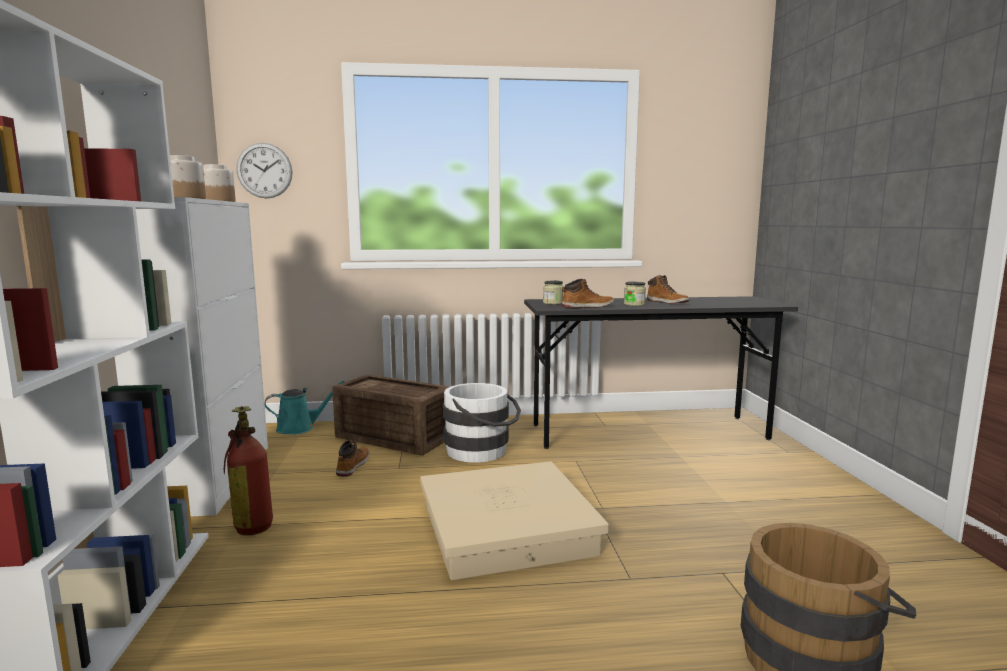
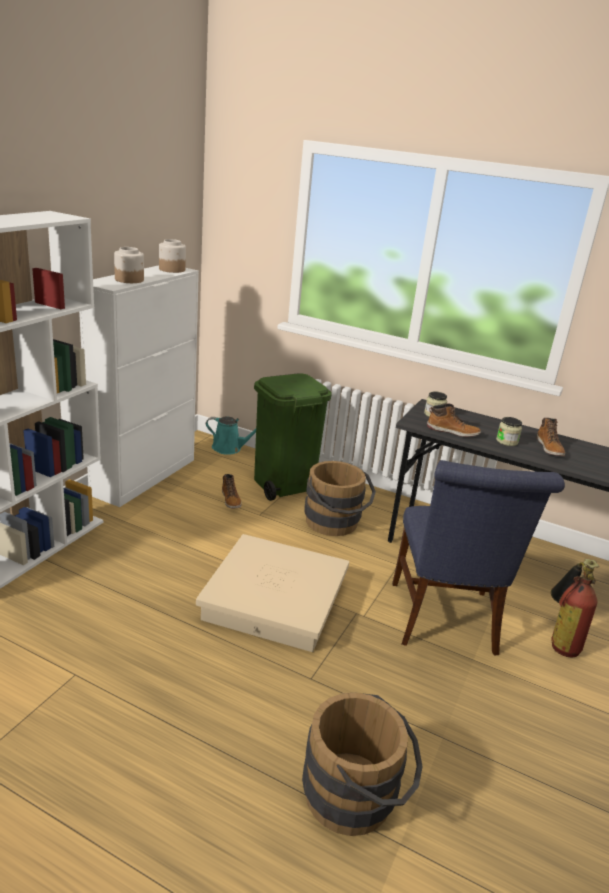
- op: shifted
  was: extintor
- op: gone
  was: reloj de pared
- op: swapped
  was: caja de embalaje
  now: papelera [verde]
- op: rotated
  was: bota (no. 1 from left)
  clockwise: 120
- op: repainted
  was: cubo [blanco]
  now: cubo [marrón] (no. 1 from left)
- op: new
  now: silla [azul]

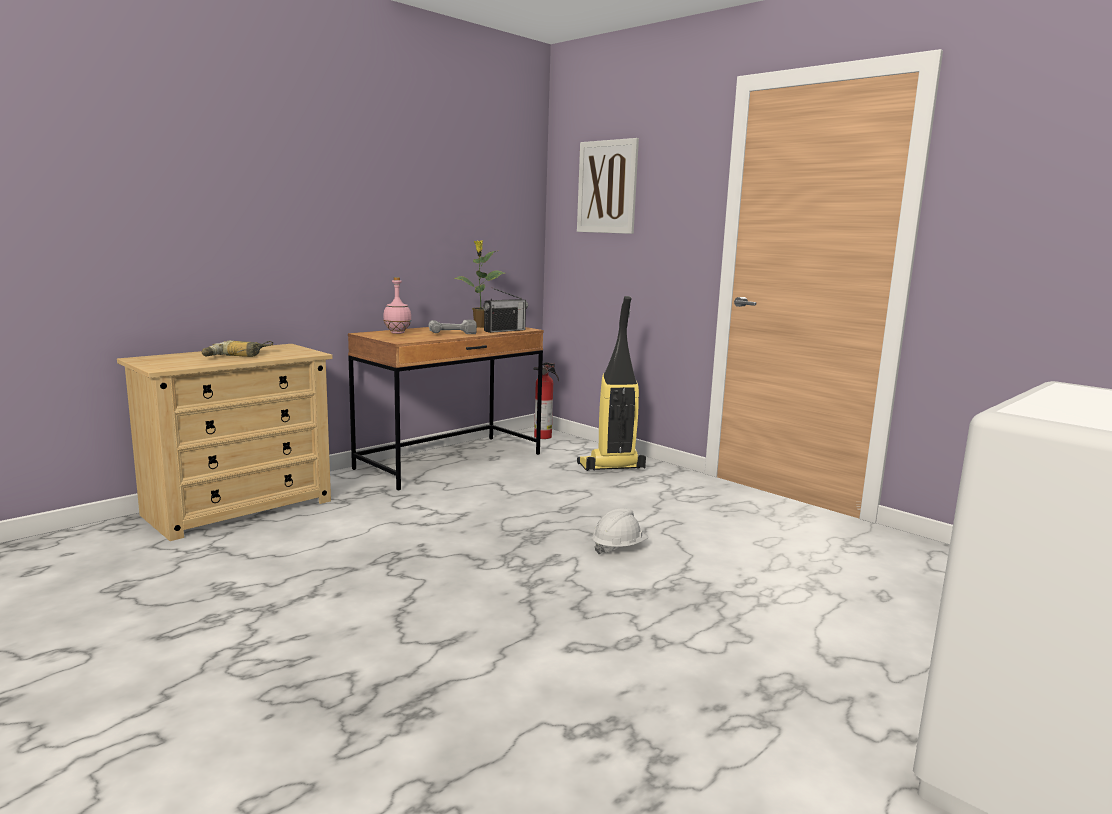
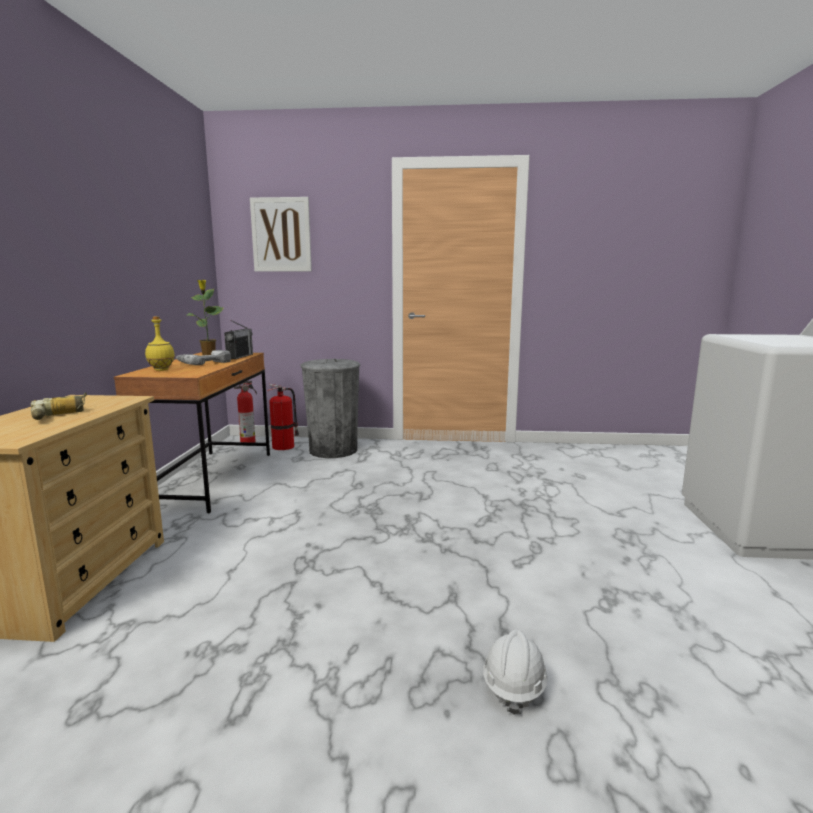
- op: repainted
  was: botella [rosa]
  now: botella [amarillo]
- op: swapped
  was: aspiradora
  now: papelera [gris]
- op: shifted
  was: casco [blanco]
- op: new
  now: extintor (no. 2 from left)

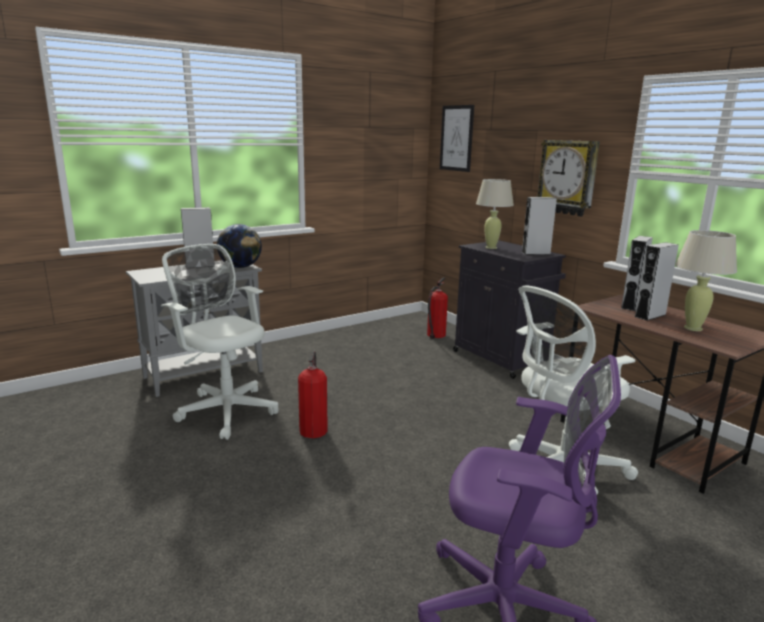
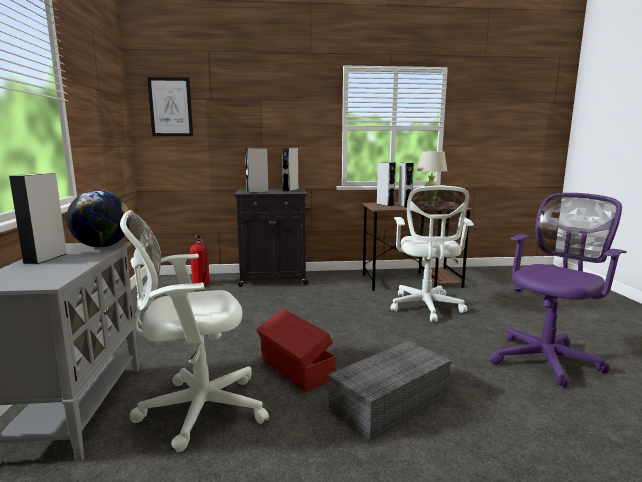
- op: swapped
  was: extintor (no. 1 from left)
  now: caja de almacenaje [rojo]
- op: swapped
  was: lámpara de mesa [beis] (no. 1 from left)
  now: altavoz [gris] (no. 2 from left)
- op: gone
  was: reloj de pared
- op: new
  now: caja de almacenaje [gris]

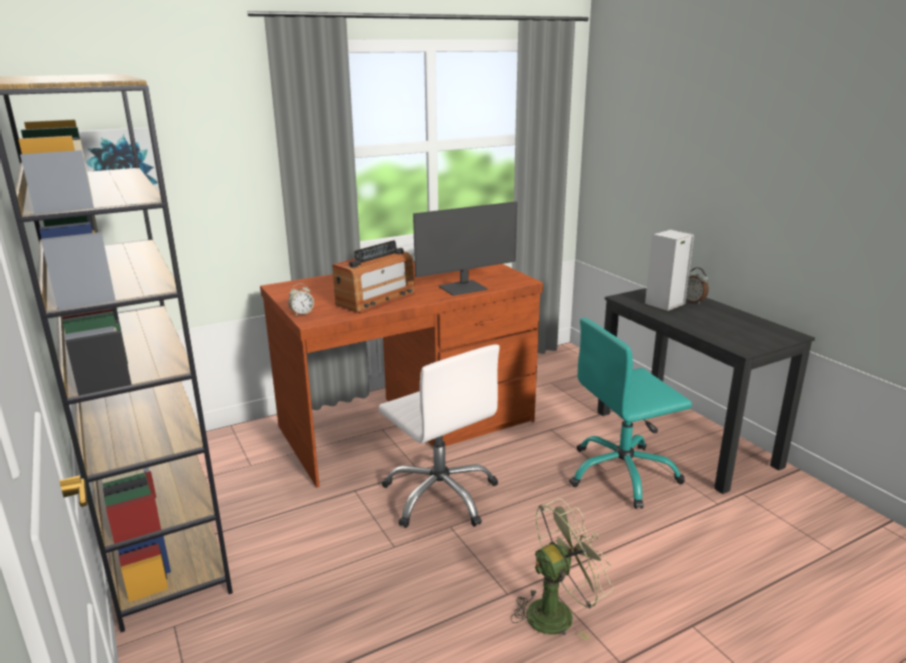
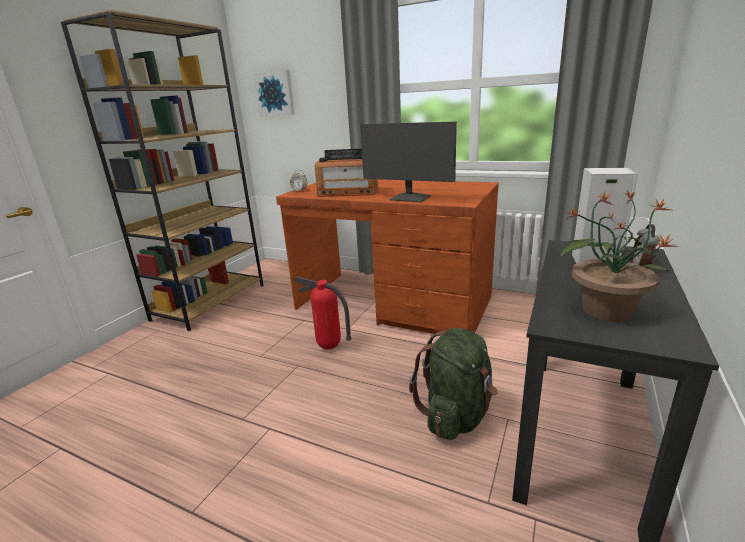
- op: swapped
  was: silla de oficina [blanco]
  now: extintor
- op: gone
  was: ventilador [verde]
- op: swapped
  was: silla de oficina [turquesa]
  now: mochila [verde]
- op: new
  now: planta en maceta

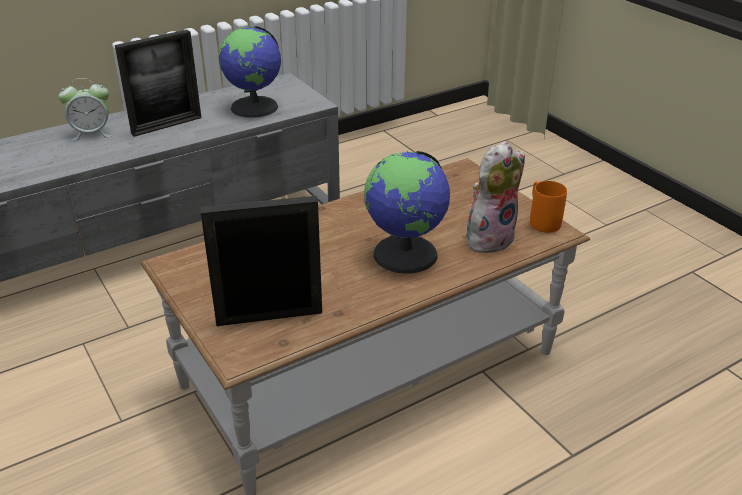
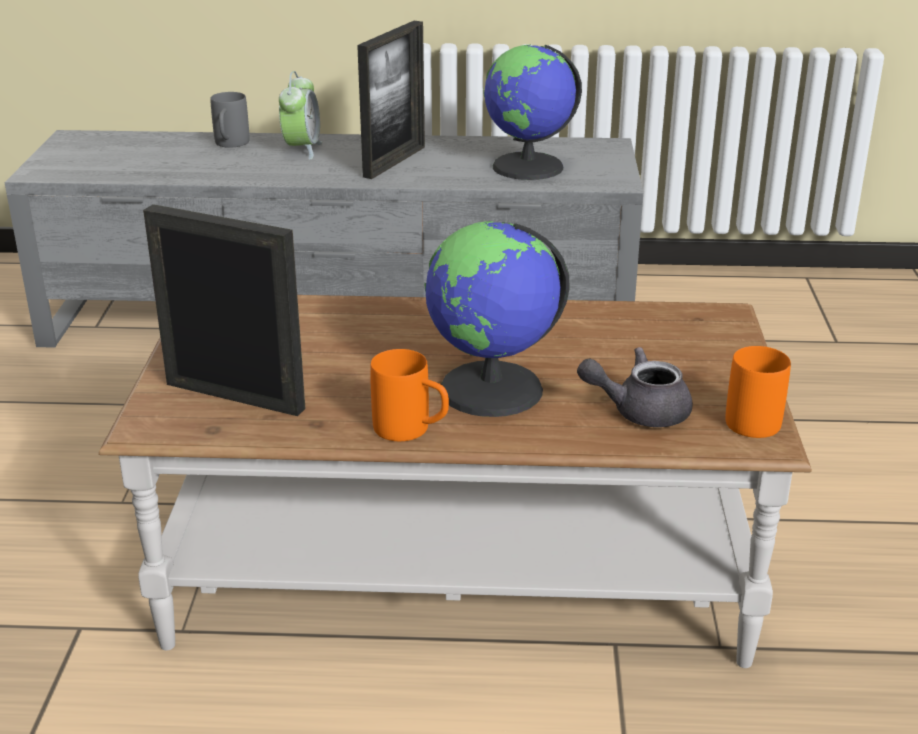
- op: rotated
  was: despertador
  clockwise: -105
- op: rotated
  was: portarretratos (no. 1 from left in the first image)
  clockwise: -60
- op: swapped
  was: peluche
  now: tetera [gris]
- op: new
  now: taza grande [gris]
- op: new
  now: taza grande [naranja] (no. 1 from left)

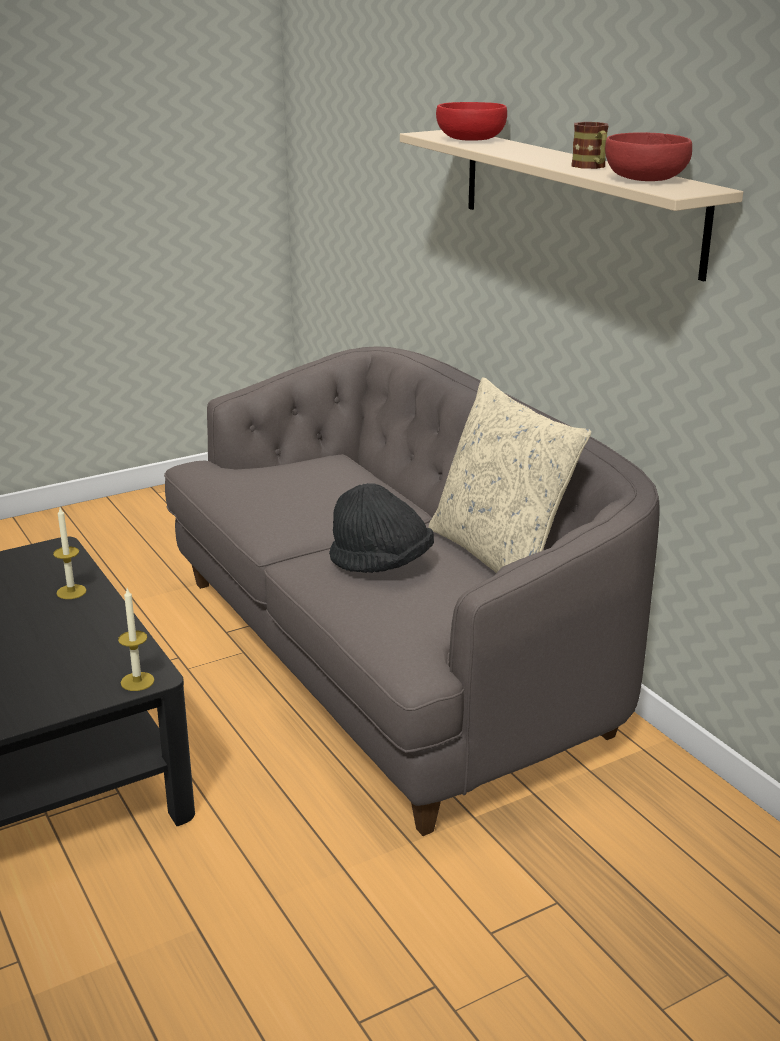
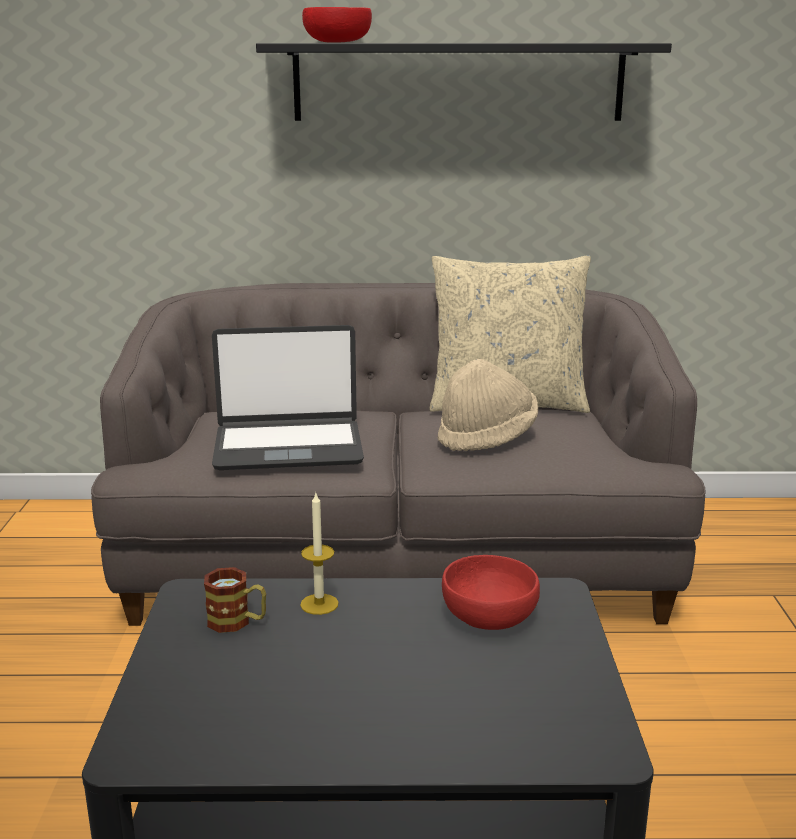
- op: gone
  was: vela (no. 2 from left)
- op: repainted
  was: sombrero [negro]
  now: sombrero [beis]
- op: repainted
  was: estante [beis]
  now: estante [negro]
- op: shifted
  was: taza grande
- op: shifted
  was: cuenco [rojo] (no. 2 from left)
- op: new
  now: portátil

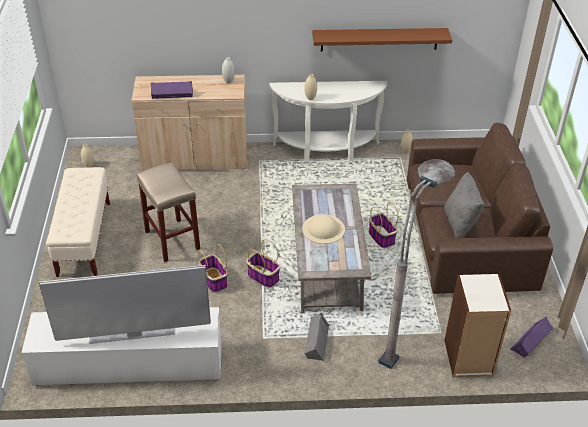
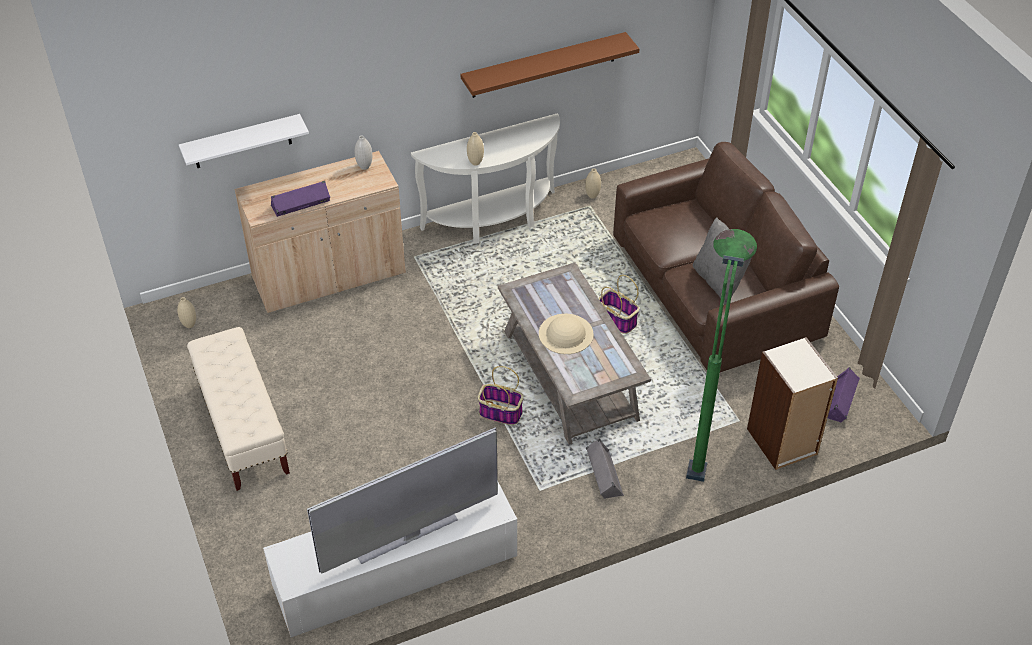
- op: gone
  was: taburete [beis]
- op: gone
  was: cesta (no. 1 from left)
- op: repainted
  was: lámpara de pie [gris]
  now: lámpara de pie [verde]
- op: new
  now: estante [blanco]

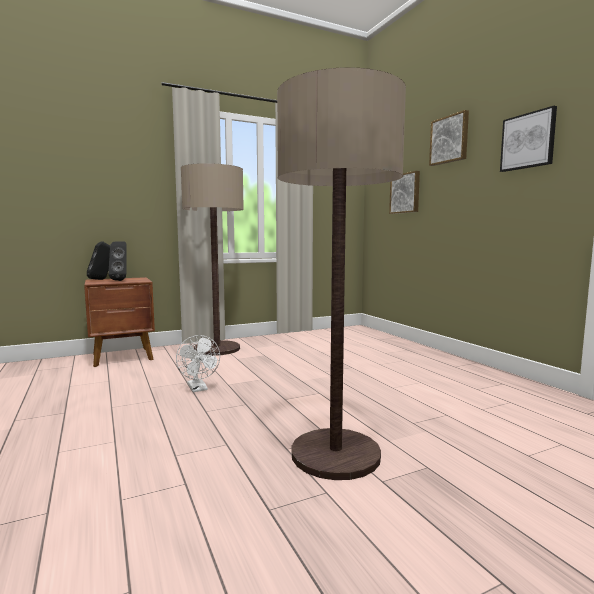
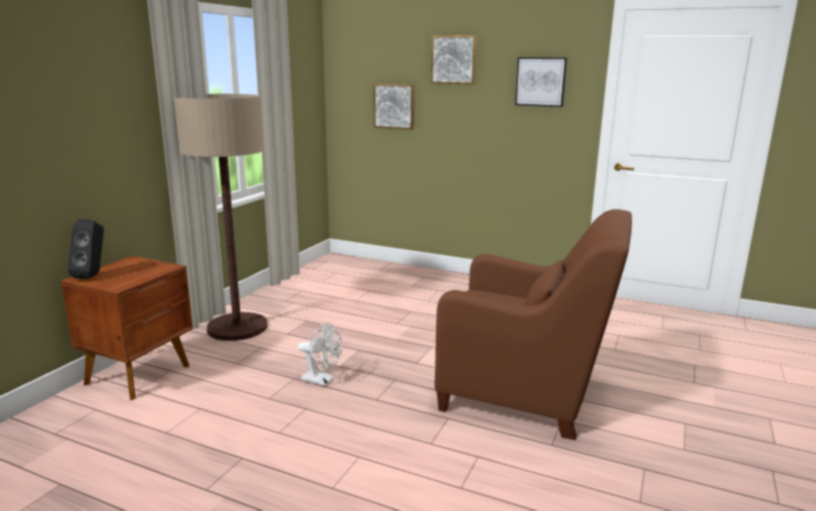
- op: gone
  was: altavoz [negro] (no. 2 from left)
- op: swapped
  was: lámpara de pie (no. 2 from left)
  now: sillón [marrón]

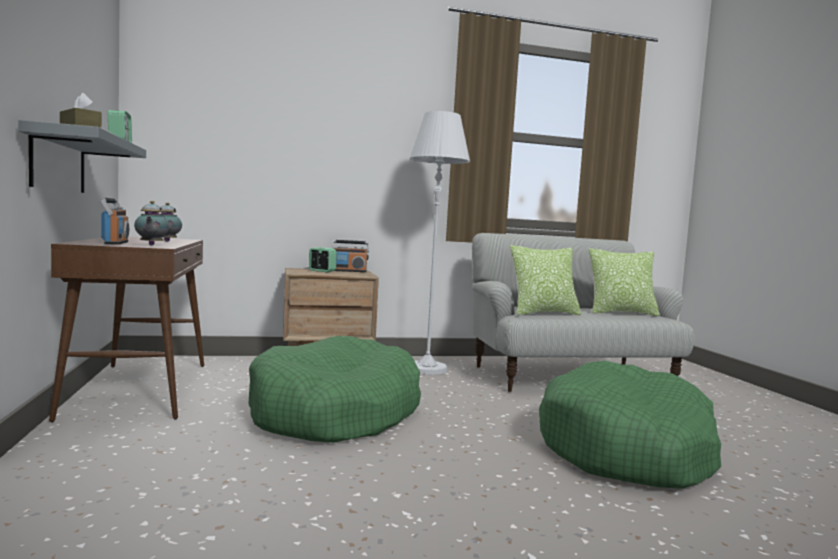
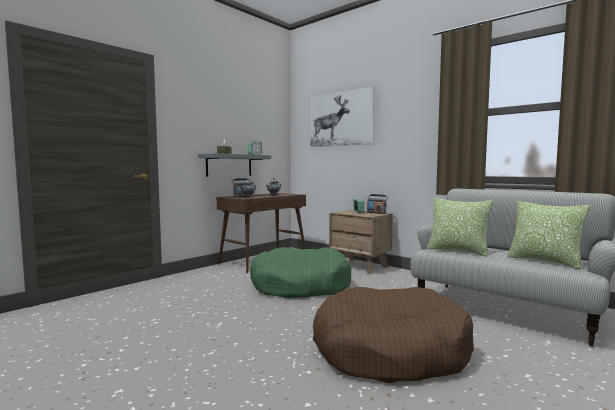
- op: gone
  was: lámpara de pie [blanco]
- op: repainted
  was: cama para perro [verde] (no. 2 from left)
  now: cama para perro [marrón]
- op: new
  now: cuadro

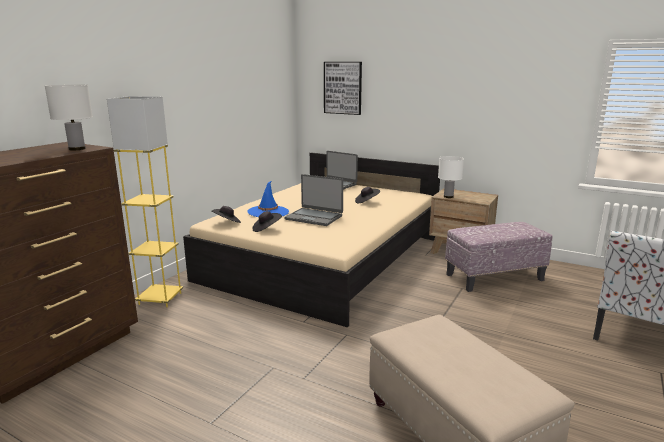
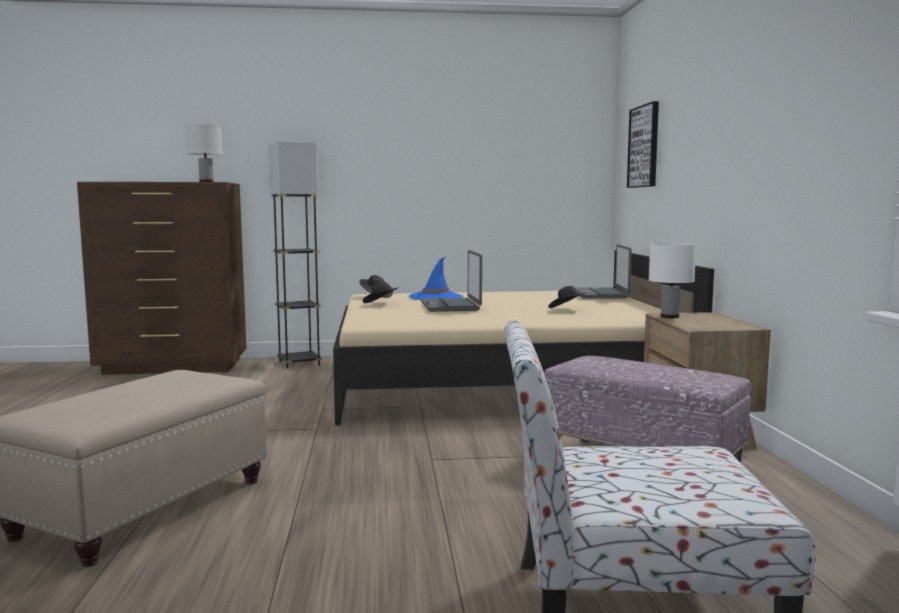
- op: repainted
  was: lámpara de pie [amarillo]
  now: lámpara de pie [negro]

